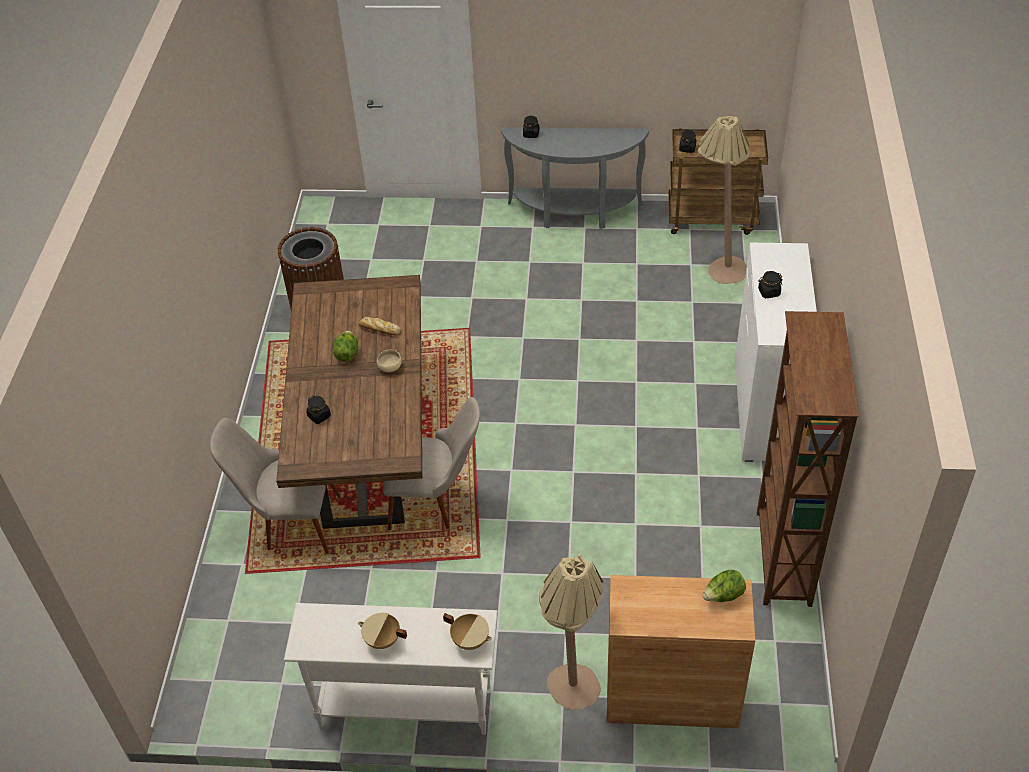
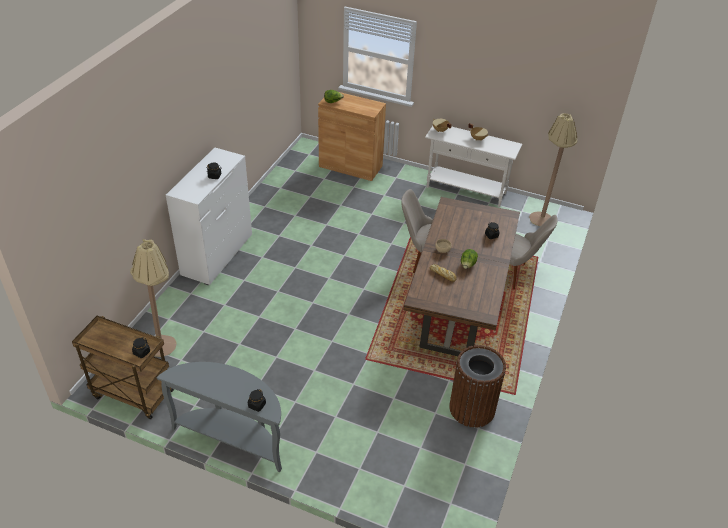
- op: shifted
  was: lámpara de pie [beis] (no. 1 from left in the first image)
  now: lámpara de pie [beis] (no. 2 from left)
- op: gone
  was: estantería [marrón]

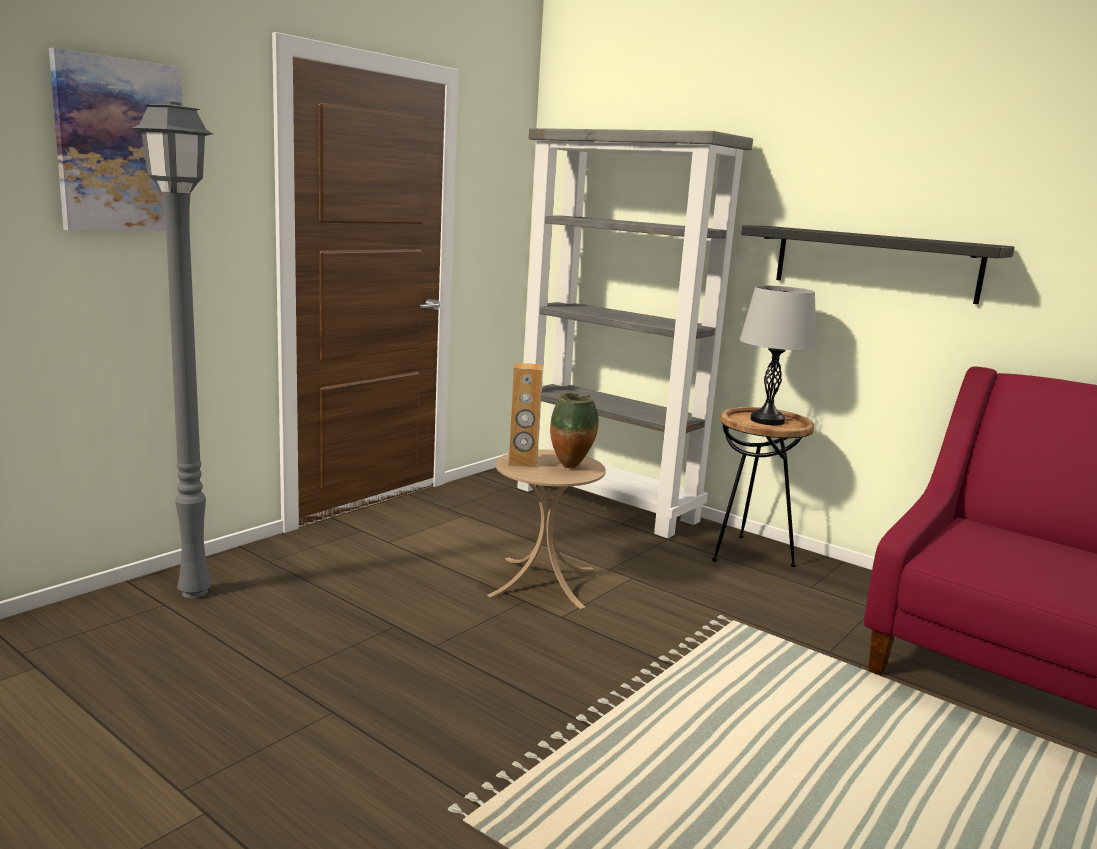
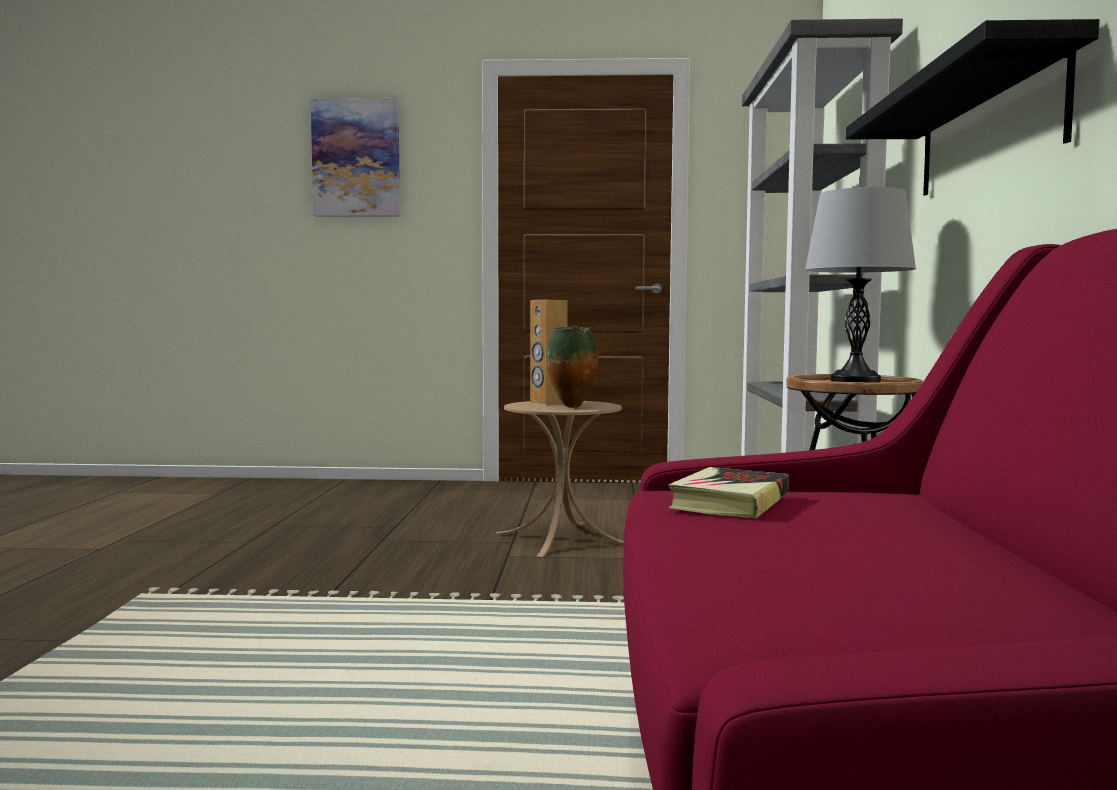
- op: gone
  was: lámpara de pie [gris]
- op: new
  now: libro

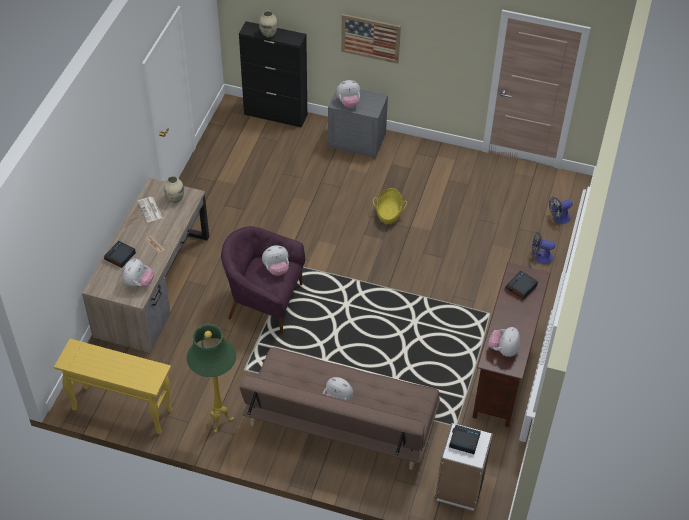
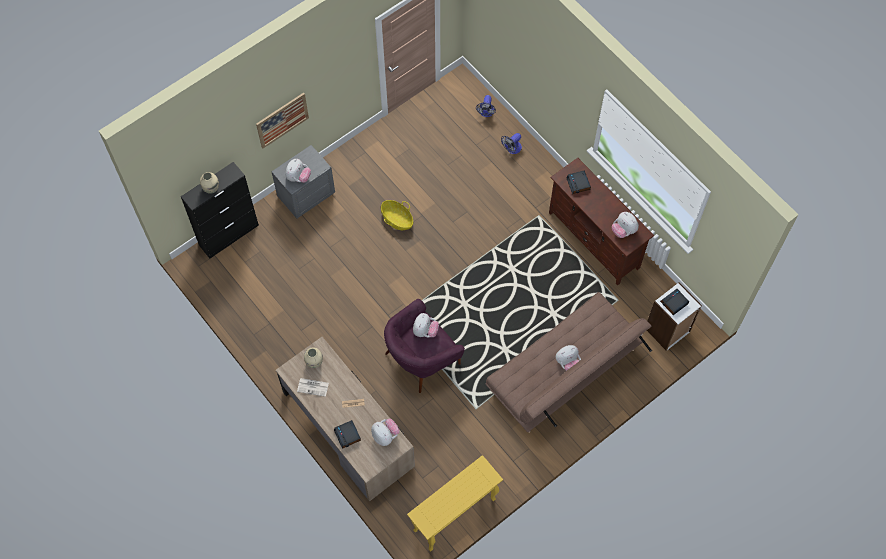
- op: gone
  was: lámpara de pie [verde]

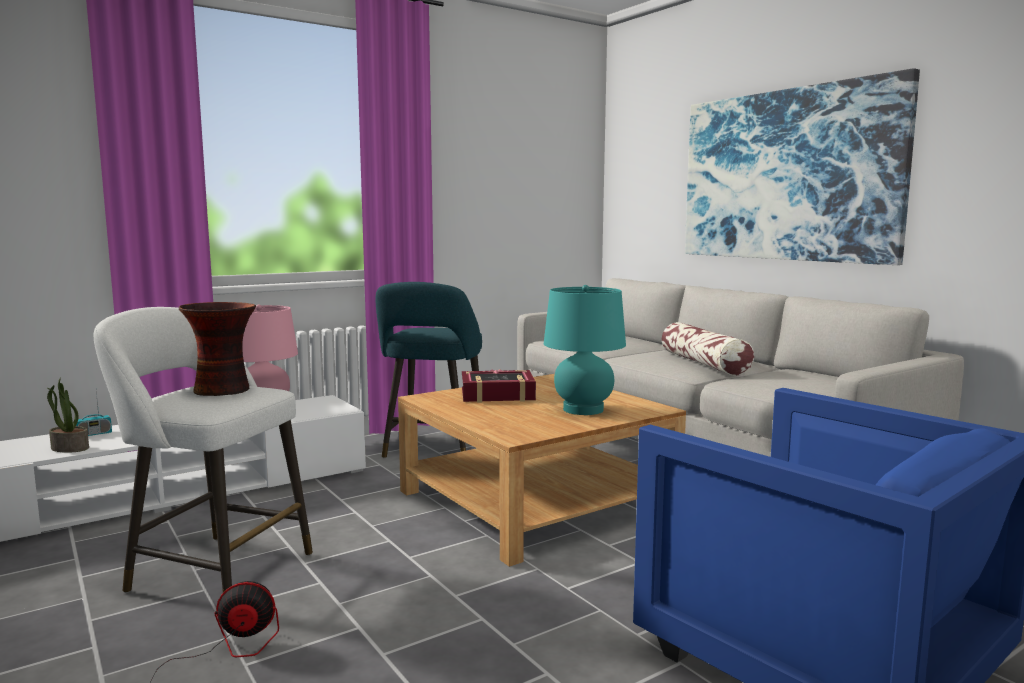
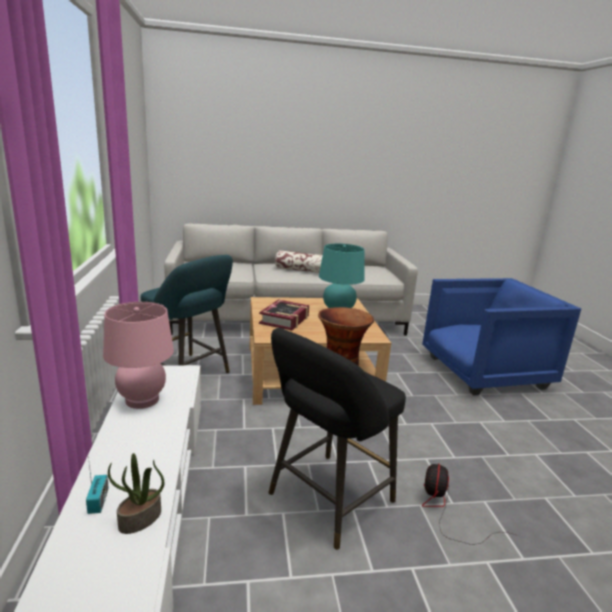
- op: repainted
  was: taburete [blanco]
  now: taburete [negro]
- op: gone
  was: cuadro

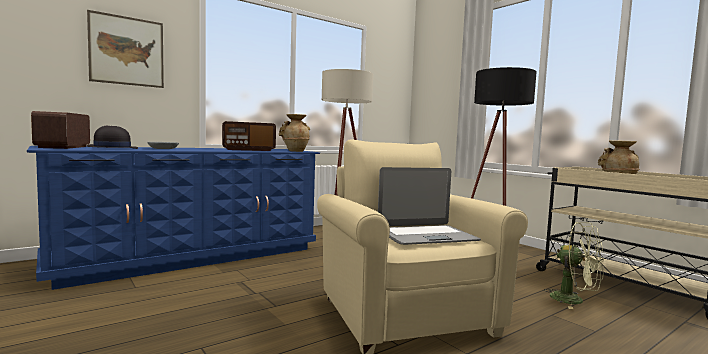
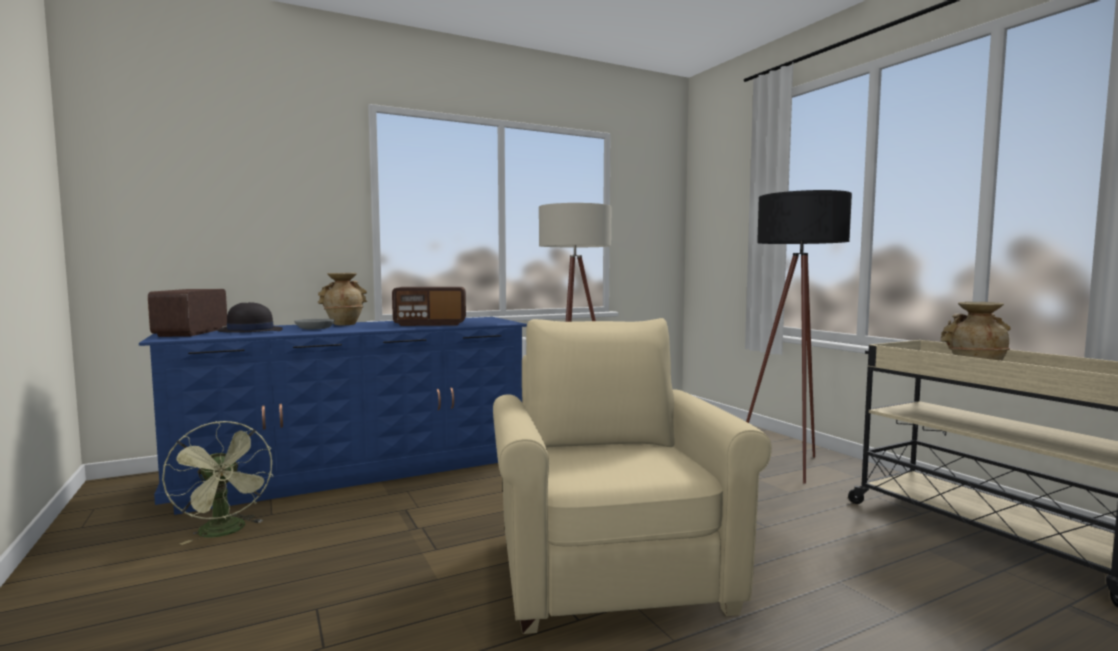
- op: gone
  was: cuadro
- op: shifted
  was: florero [beis] (no. 1 from left)
- op: gone
  was: portátil
- op: shifted
  was: ventilador [verde]

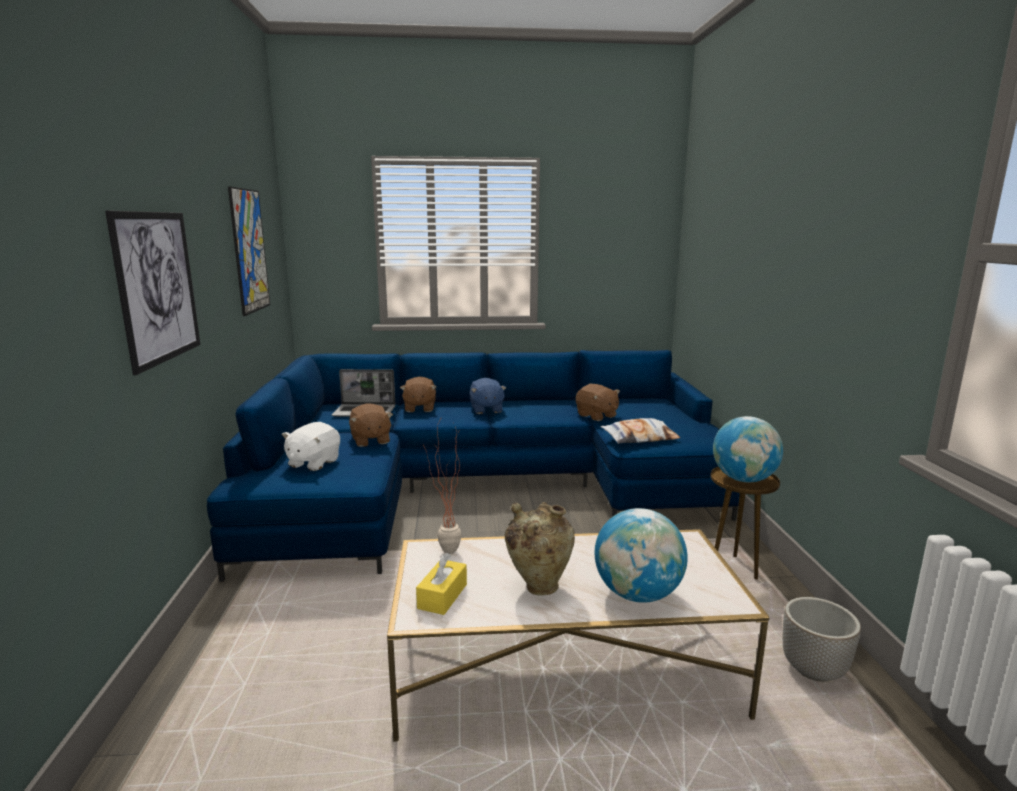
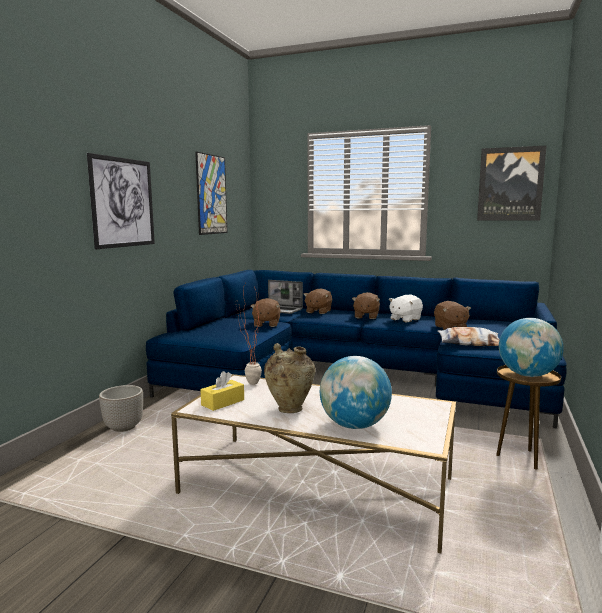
- op: shifted
  was: peluche [blanco]
- op: repainted
  was: peluche [azul]
  now: peluche [marrón] (no. 3 from left)
- op: shifted
  was: maceta
- op: new
  now: cuadro (no. 3 from left)

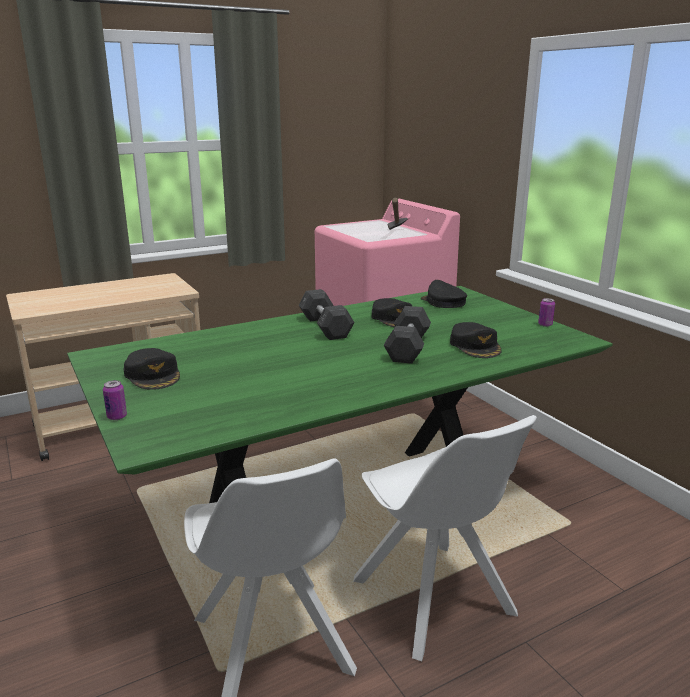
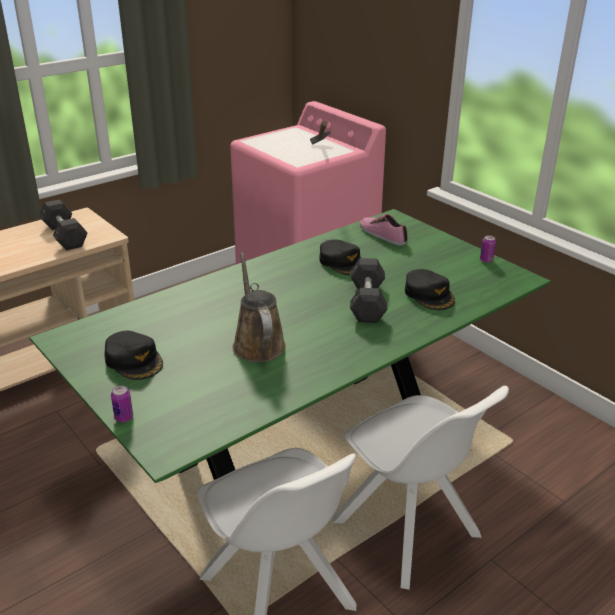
- op: shifted
  was: mancuerna [gris] (no. 1 from left)
- op: swapped
  was: gorra [negro] (no. 3 from left)
  now: zapato
- op: new
  now: regadera [marrón]

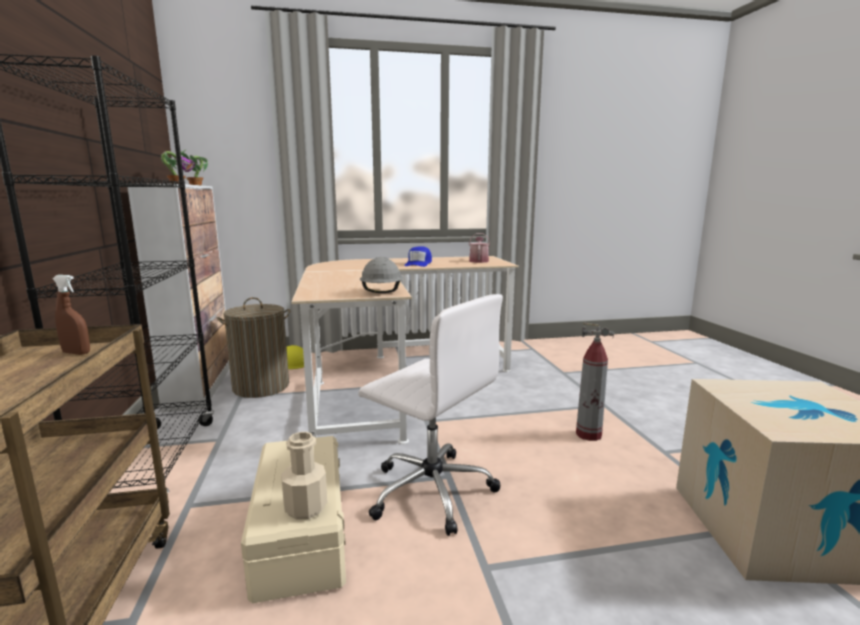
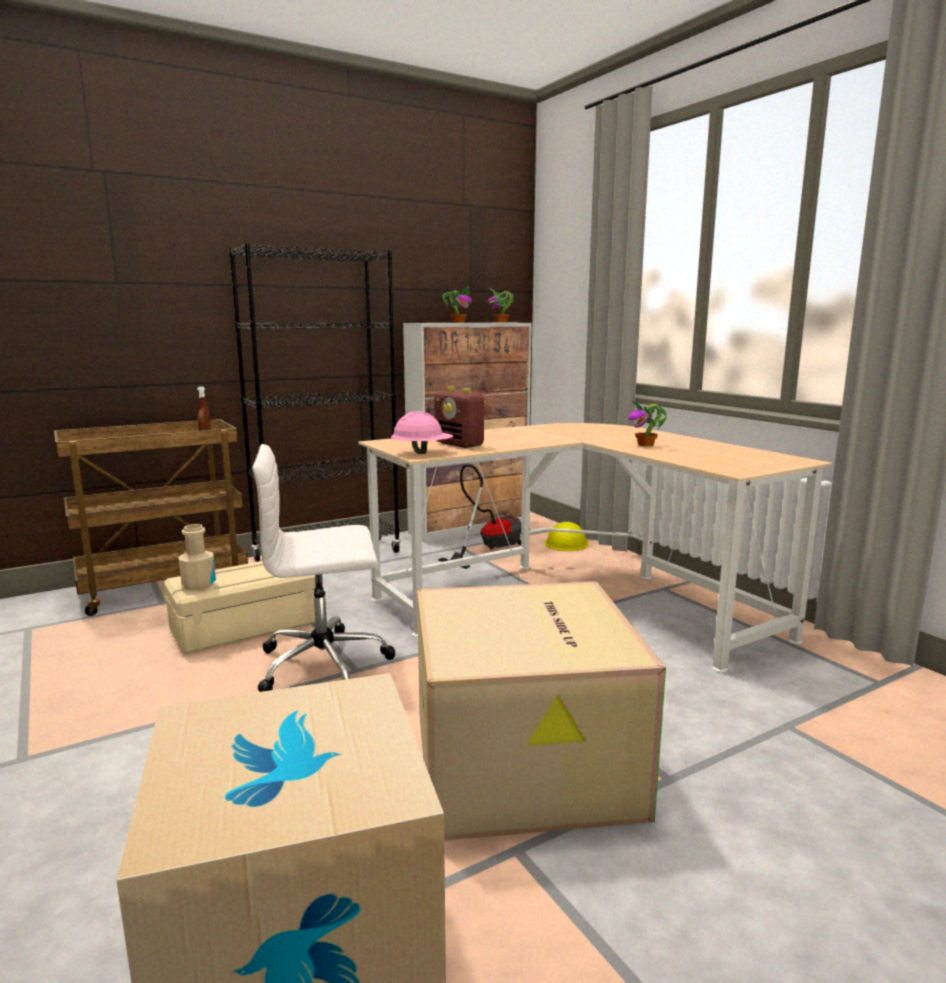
- op: swapped
  was: cesto de la ropa
  now: aspiradora
- op: rotated
  was: silla de oficina [blanco]
  clockwise: 60
- op: repainted
  was: casco [gris]
  now: casco [rosa]
- op: swapped
  was: gorra [azul]
  now: planta en maceta (no. 3 from left)
- op: gone
  was: regadera
- op: swapped
  was: extintor
  now: caja de cartón (no. 2 from left)
- op: new
  now: radio

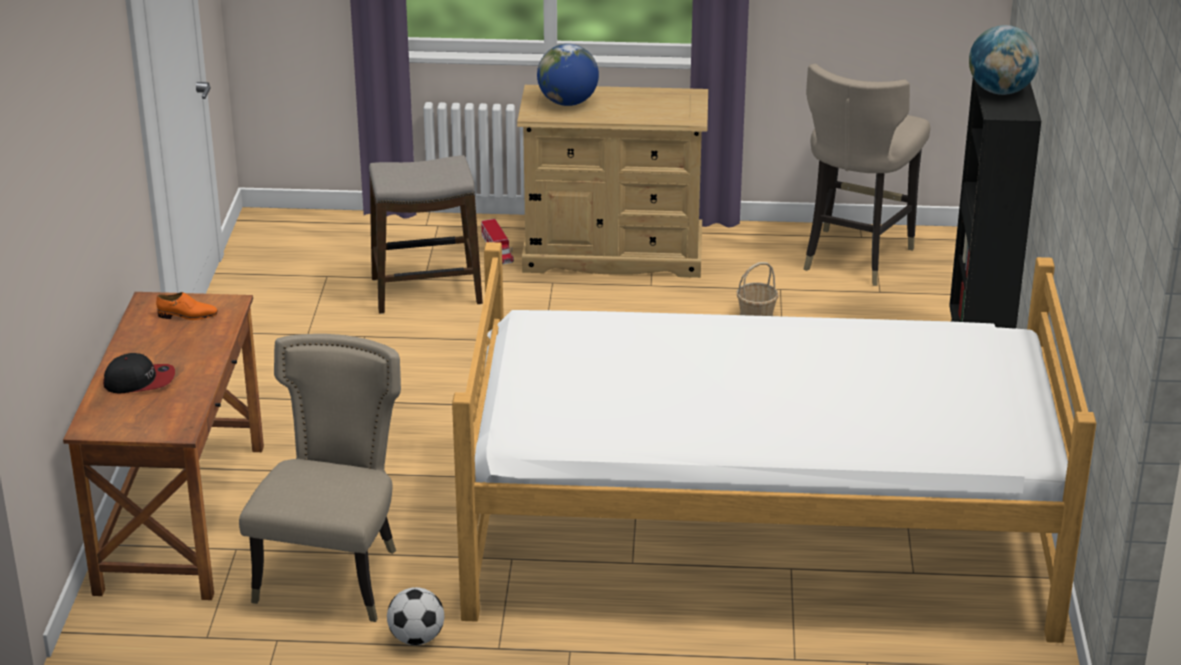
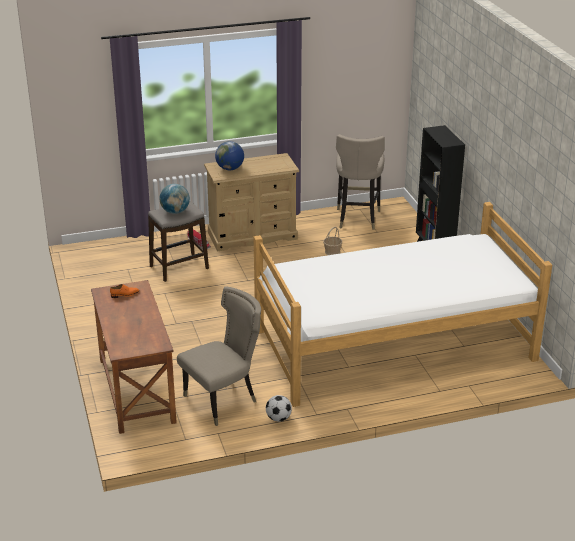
- op: gone
  was: gorra
- op: rotated
  was: silla [beis]
  clockwise: 60
- op: shifted
  was: globo terráqueo (no. 2 from left in the first image)
  now: globo terráqueo (no. 1 from left)

